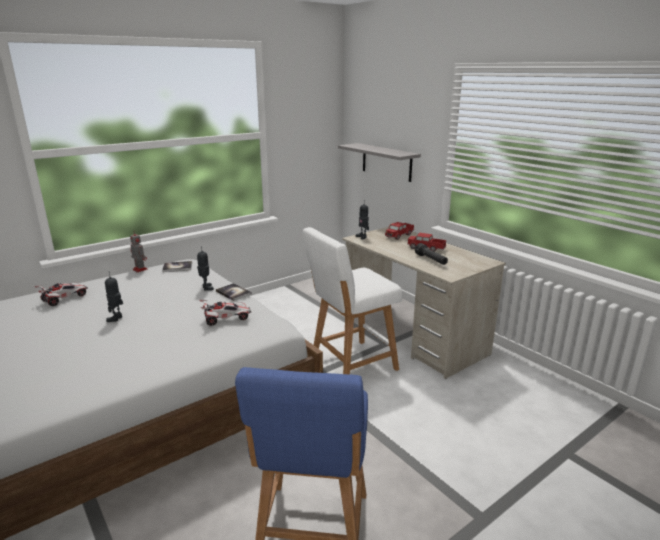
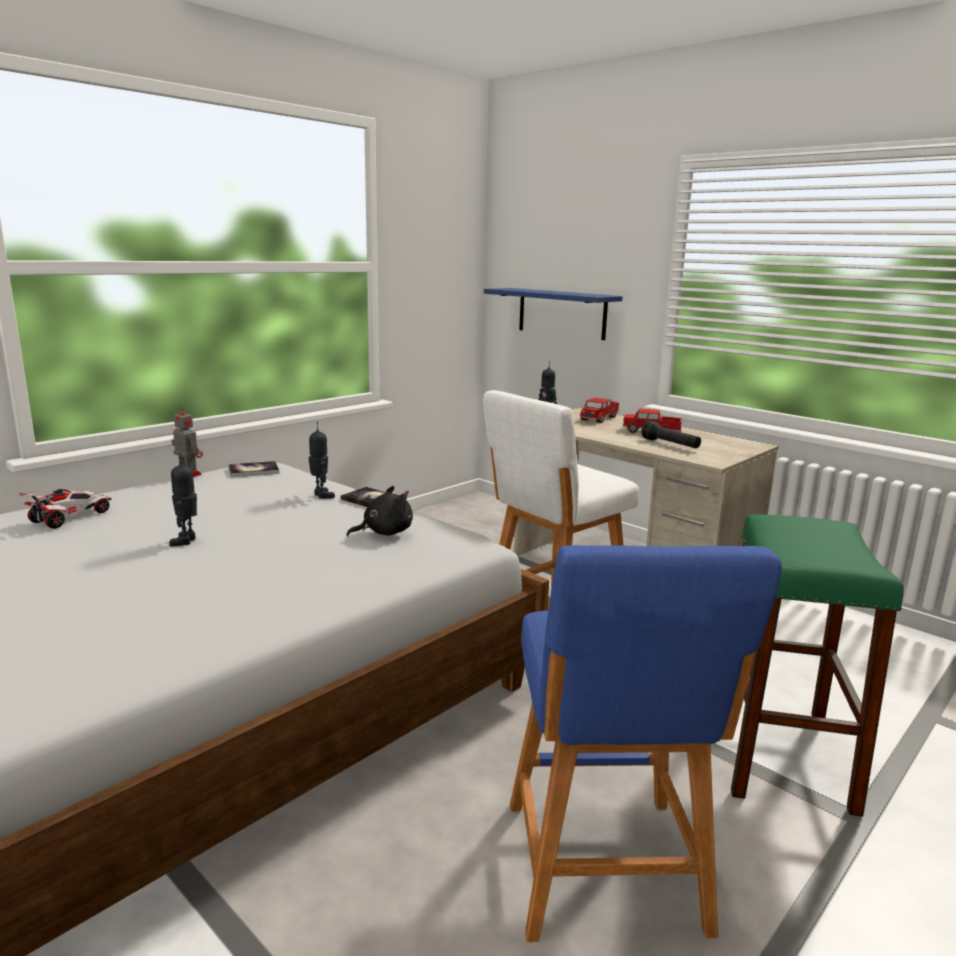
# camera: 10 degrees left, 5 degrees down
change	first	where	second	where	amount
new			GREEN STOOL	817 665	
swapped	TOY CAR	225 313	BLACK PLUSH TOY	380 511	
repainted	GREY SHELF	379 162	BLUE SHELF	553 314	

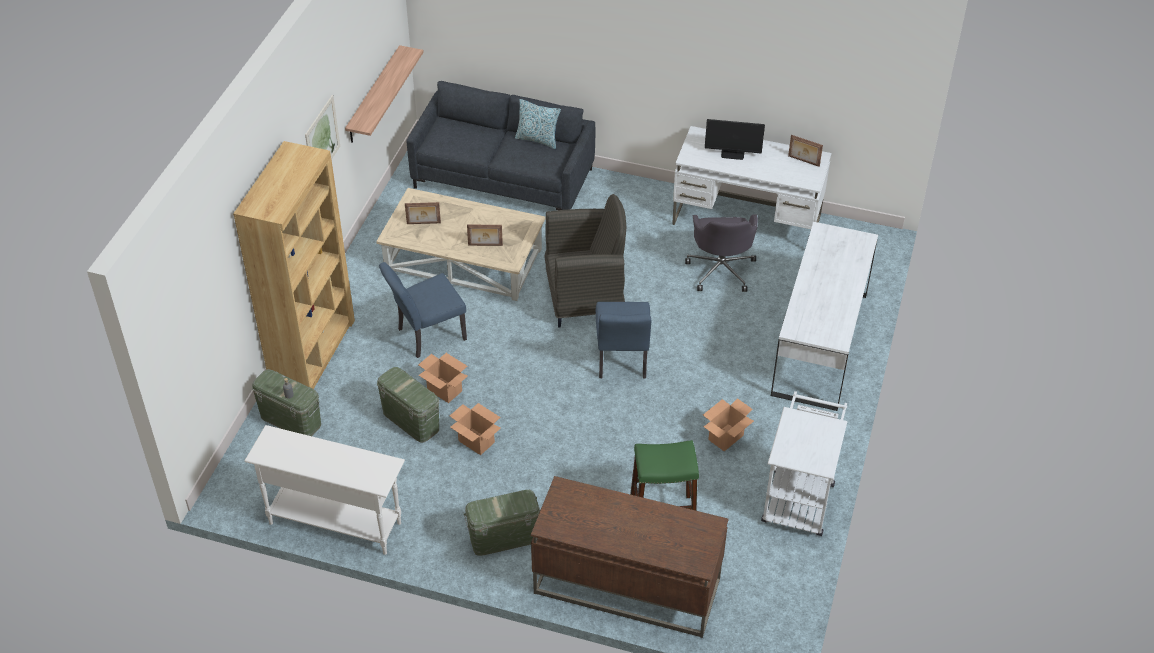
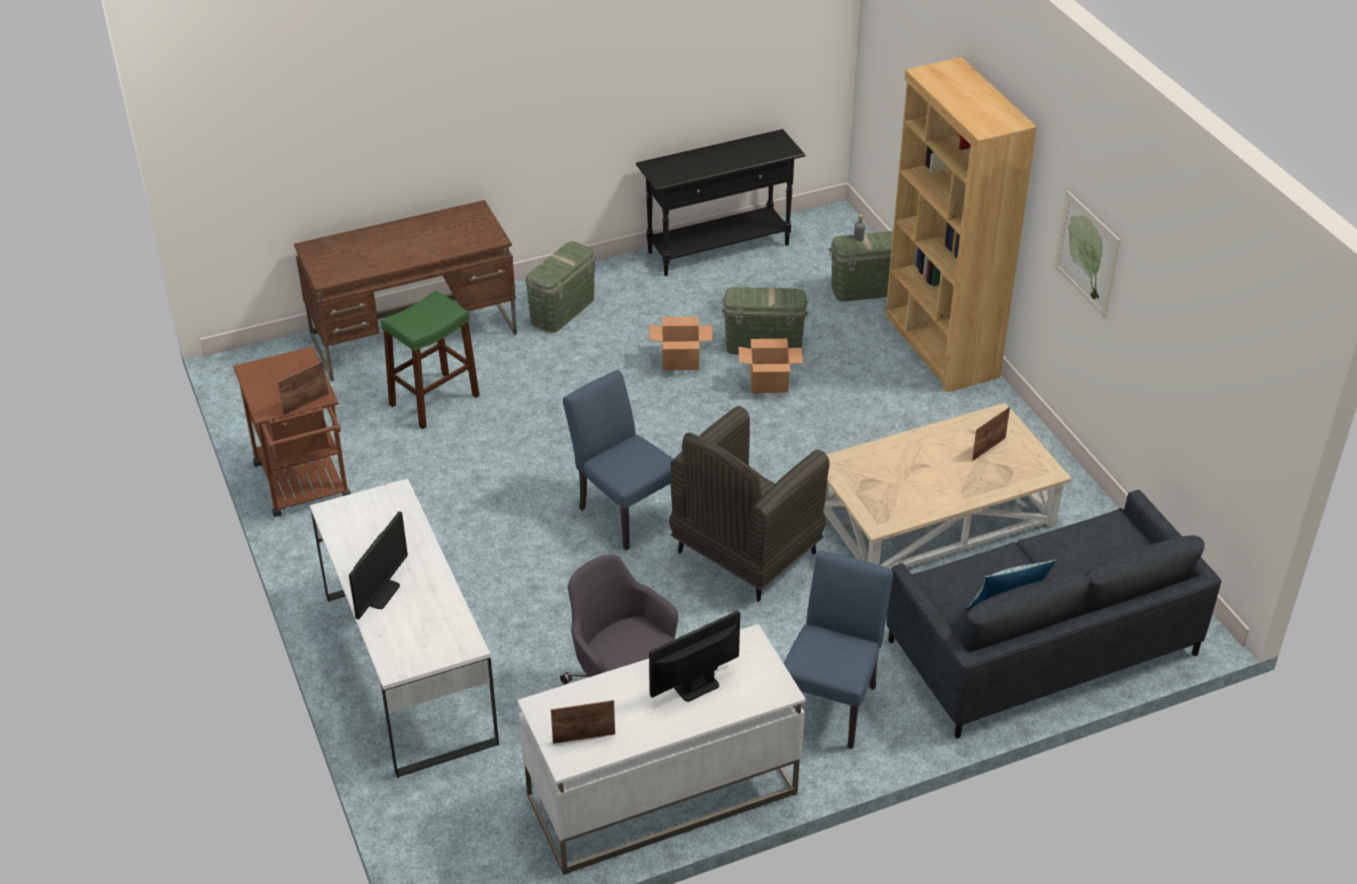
# camera: 140 degrees right, 5 degrees down
change	first	where	second	where	amount
gone	SHELF	384 94			
gone	CARDBOARD BOX	728 424			
new			MONITOR	378 565	
shifted	BLUE CHAIR	423 310		838 649	
shifted	PICTURE FRAME	485 235		303 388	
repainted	WHITE CONSOLE TABLE	324 490	BLACK CONSOLE TABLE	721 202	
repainted	WHITE CART	804 463	BROWN CART	292 431	

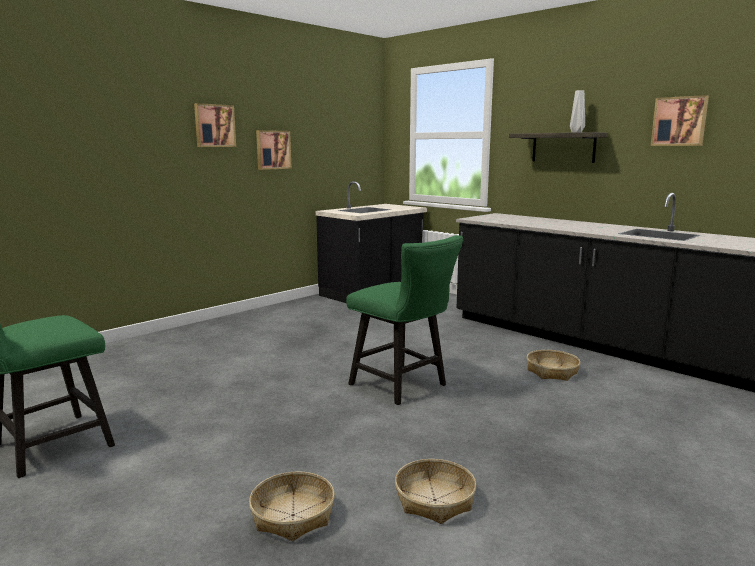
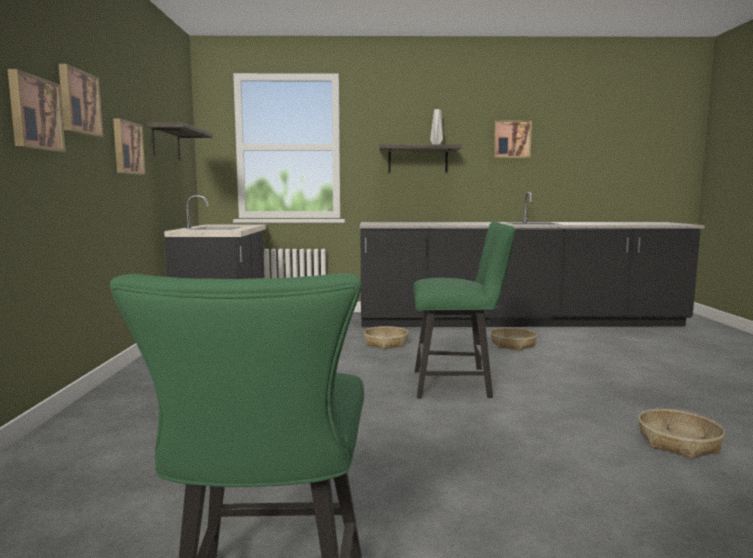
# camera: 45 degrees left, 5 degrees down
change	first	where	second	where	amount
new			PICTURE	37 110	
new			SHELF	180 141	
shifted	BASKET	292 506		386 337	

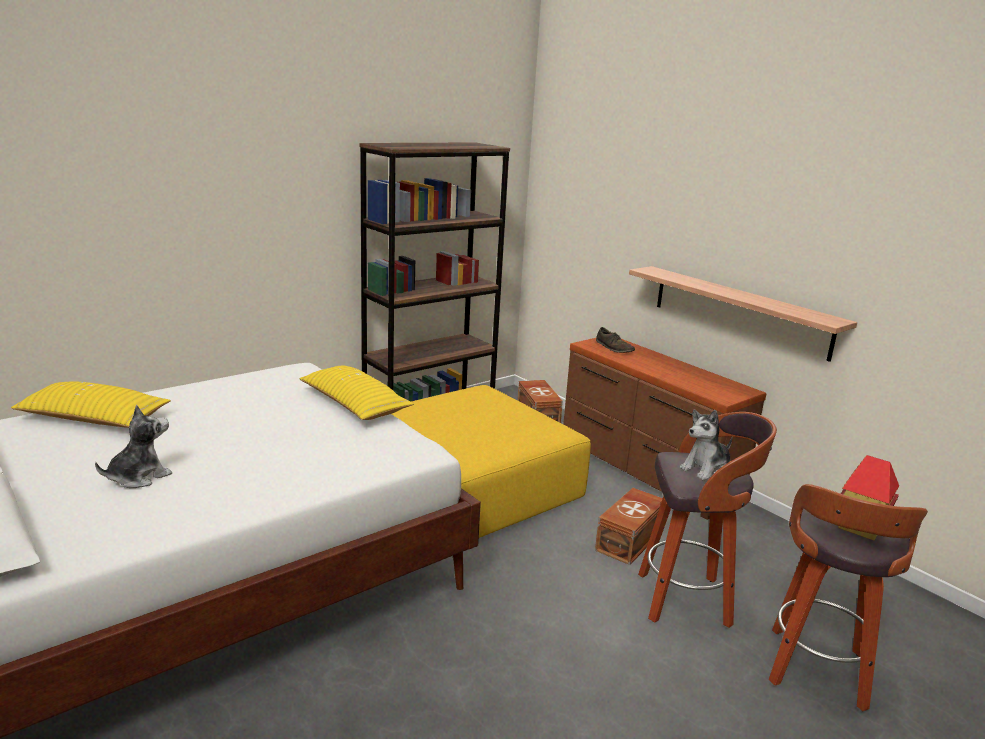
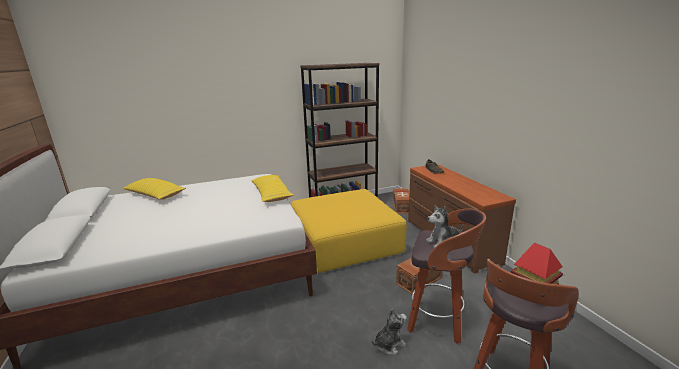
# camera: 20 degrees right, 0 degrees up
change	first	where	second	where	amount
gone	SHELF	743 314			
shifted	PLUSH TOY	133 446		389 332	

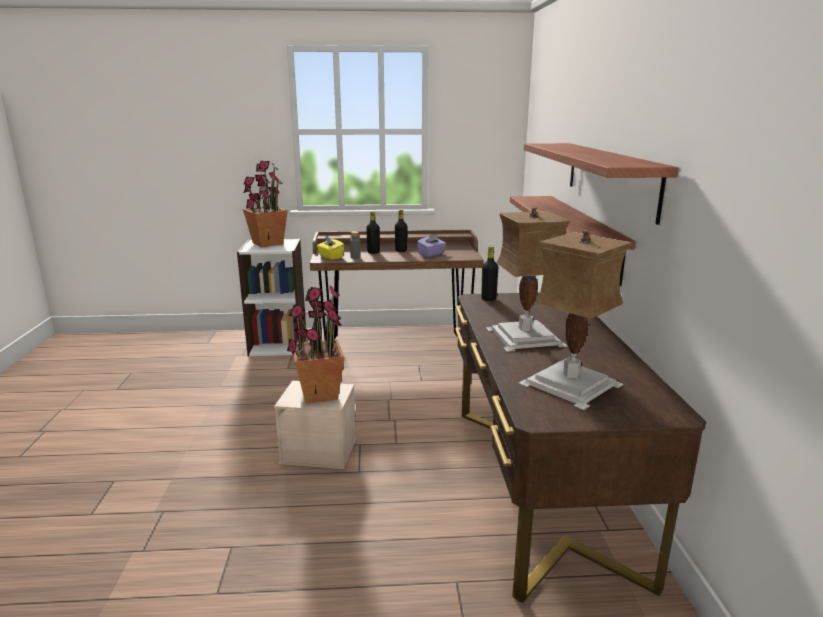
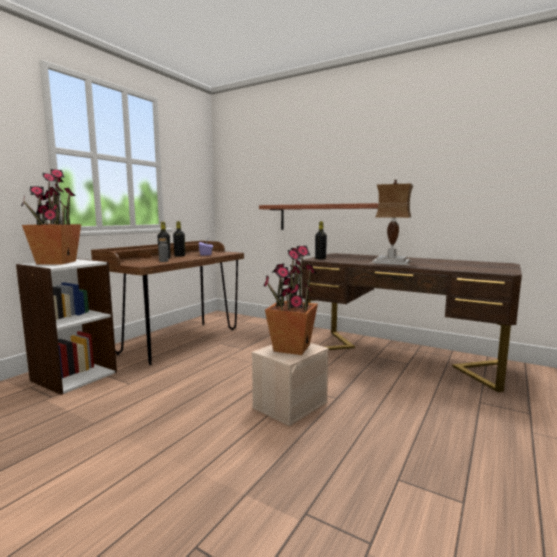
# camera: 55 degrees left, 10 degrees down
change	first	where	second	where	amount
gone	YELLOW TISSUE BOX	330 248			
gone	TABLE LAMP	574 320			
gone	SHELF	601 184			

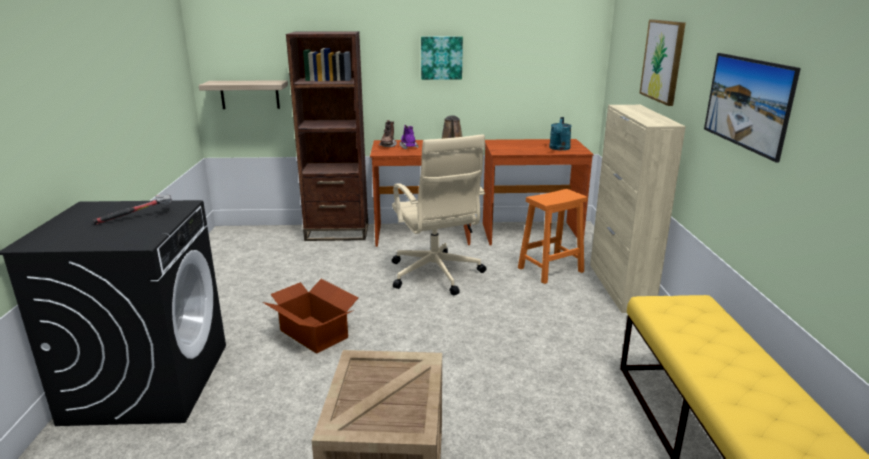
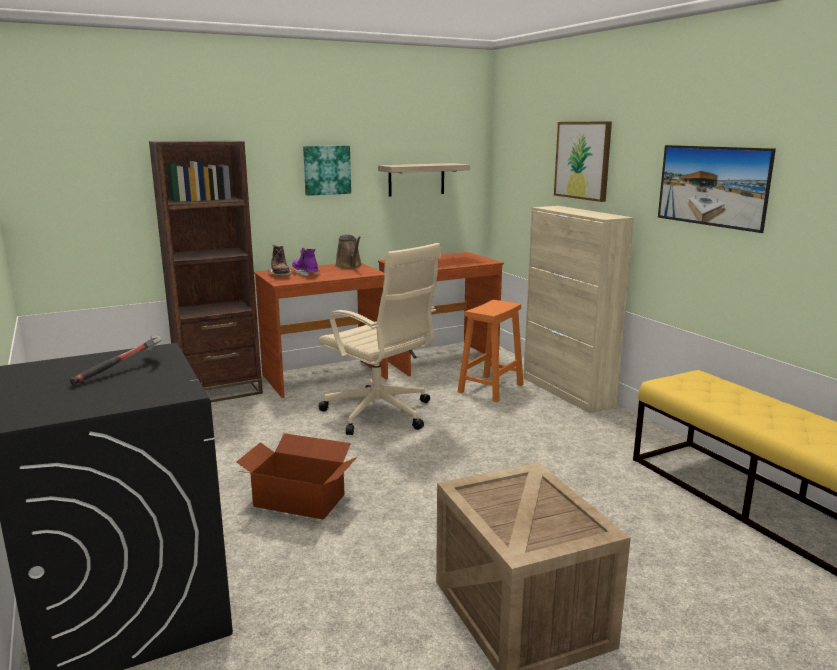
# camera: 25 degrees left, 5 degrees down
change	first	where	second	where	amount
gone	TURQUOISE WATERING CAN	560 133			
shifted	SHELF	243 94		424 180	

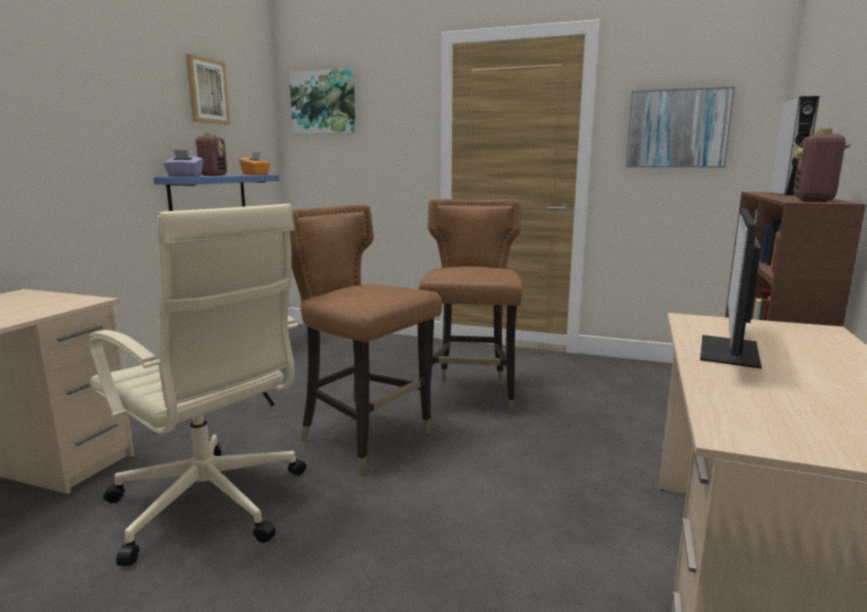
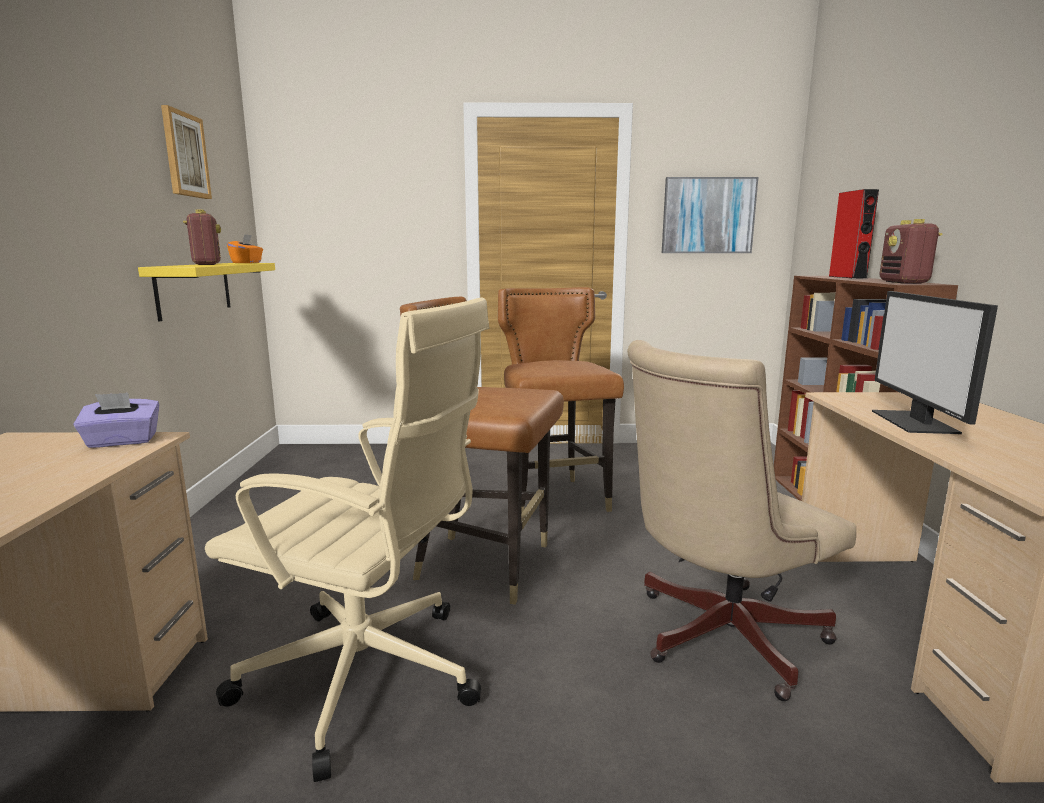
# camera: 20 degrees left, 0 degrees up
change	first	where	second	where	amount
gone	PICTURE	322 101			
new			BEIGE OFFICE CHAIR	741 520	
shifted	PURPLE TISSUE BOX	183 163		116 420	
repainted	BLUE SHELF	216 193	YELLOW SHELF	206 292	
repainted	GREY SPEAKER	795 145	RED SPEAKER	853 233	

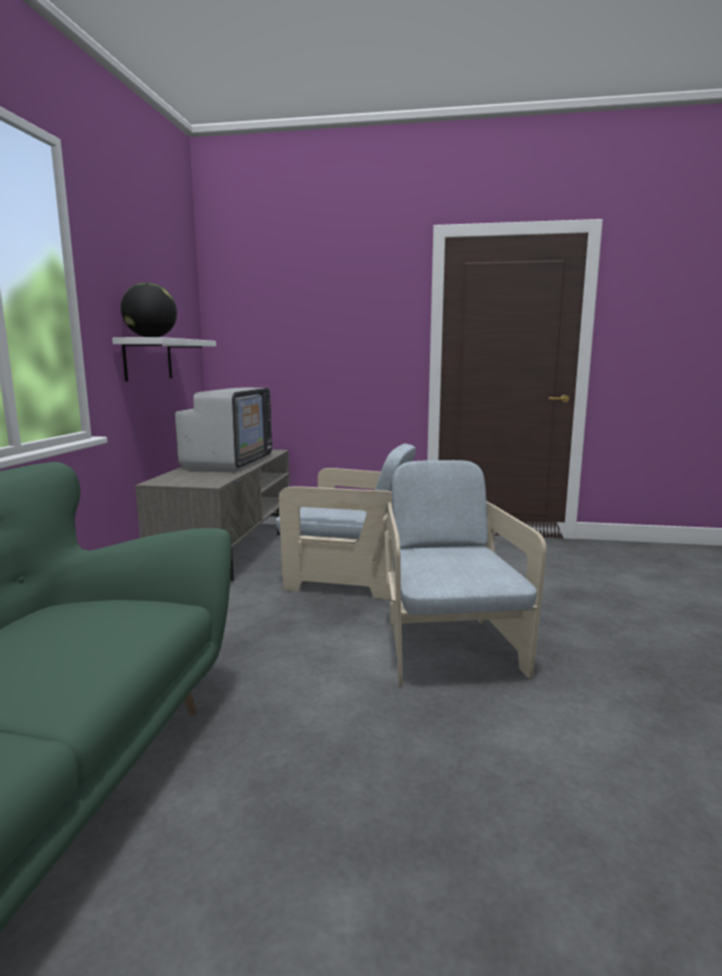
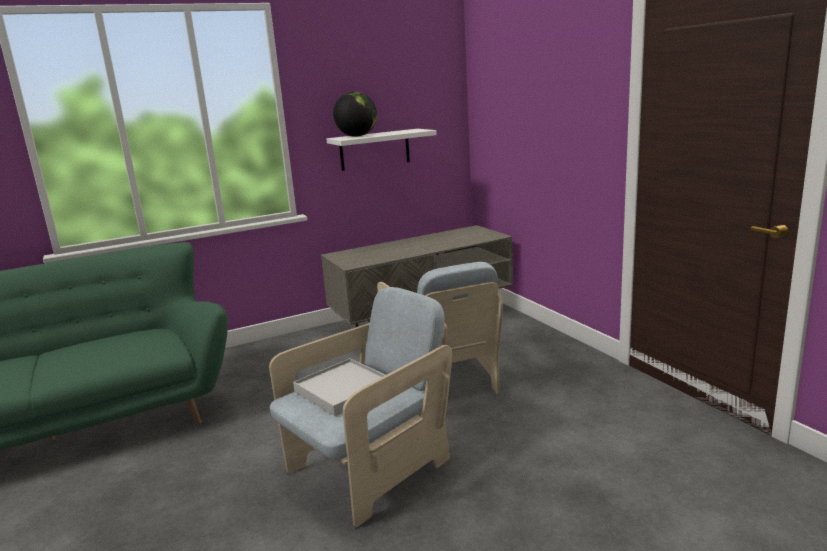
# camera: 55 degrees right, 5 degrees up
change	first	where	second	where	amount
gone	TELEVISION	224 429			
new			WHITE TRAY	339 387	

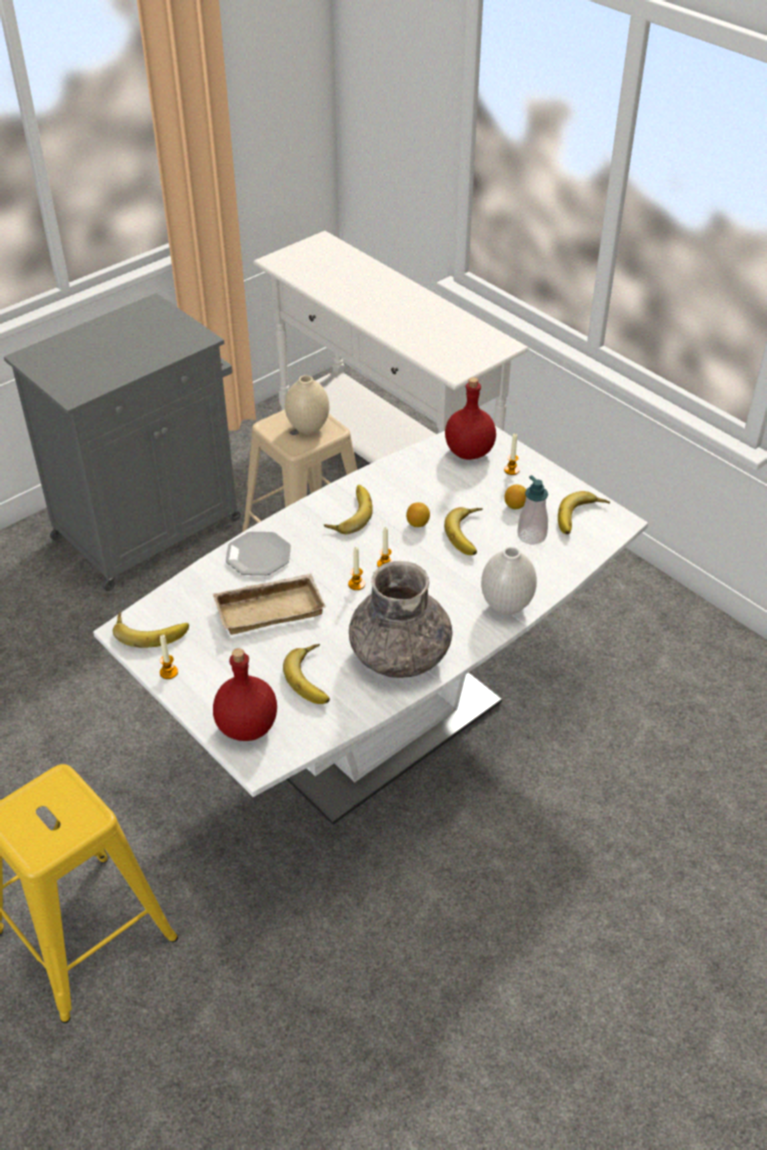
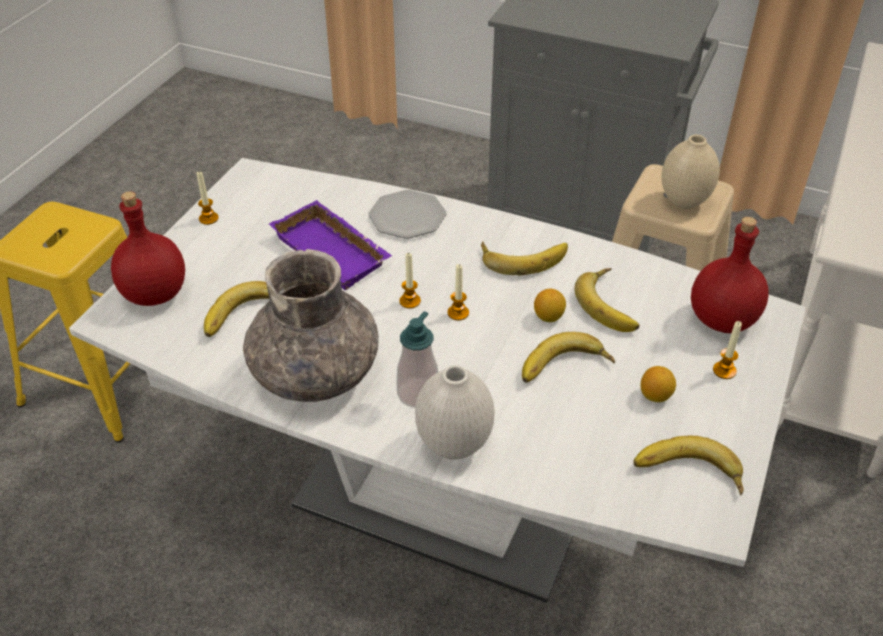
# camera: 65 degrees right, 0 degrees up
change	first	where	second	where	amount
shifted	BANANA	151 630		607 300	
shifted	SOAP DISPENSER	532 509		417 359	
repainted	BEIGE TRAY	269 604	PURPLE TRAY	330 245	

